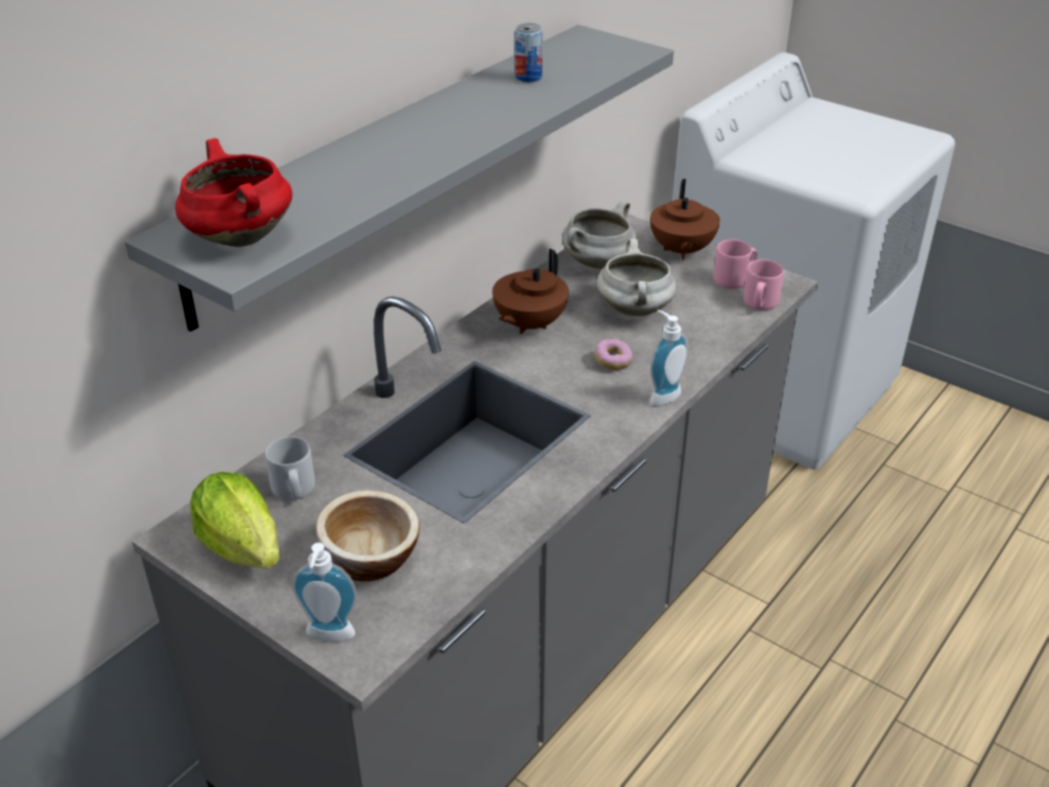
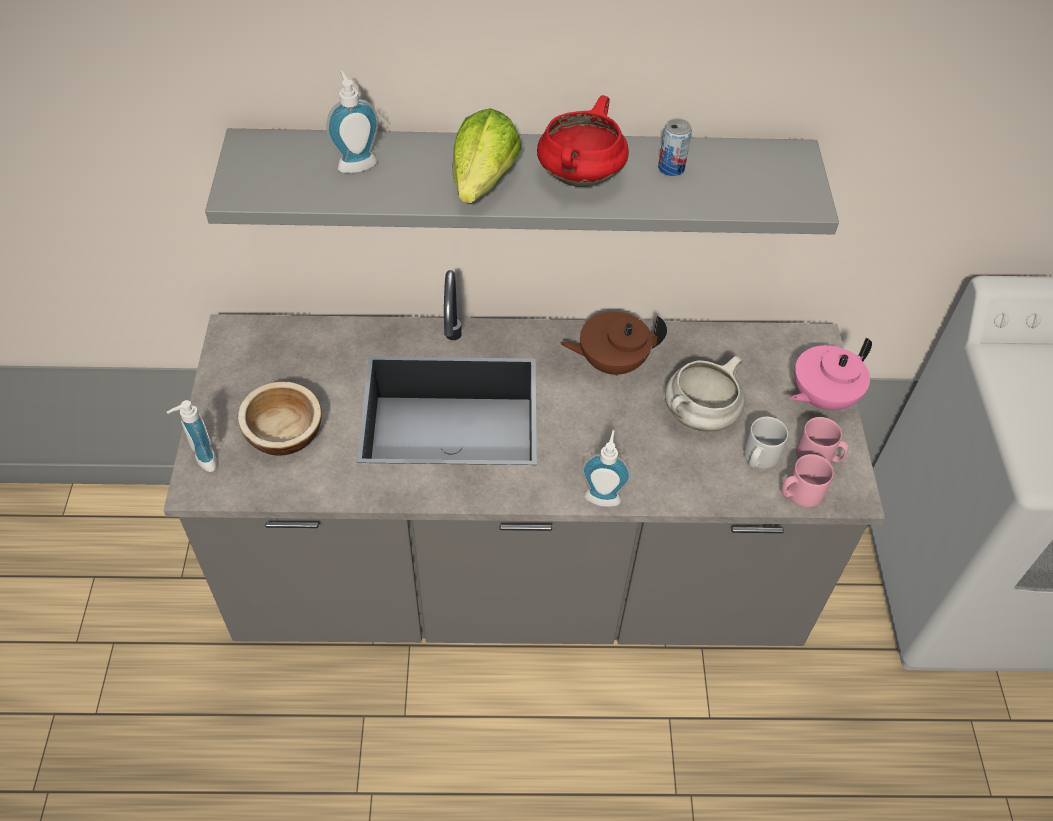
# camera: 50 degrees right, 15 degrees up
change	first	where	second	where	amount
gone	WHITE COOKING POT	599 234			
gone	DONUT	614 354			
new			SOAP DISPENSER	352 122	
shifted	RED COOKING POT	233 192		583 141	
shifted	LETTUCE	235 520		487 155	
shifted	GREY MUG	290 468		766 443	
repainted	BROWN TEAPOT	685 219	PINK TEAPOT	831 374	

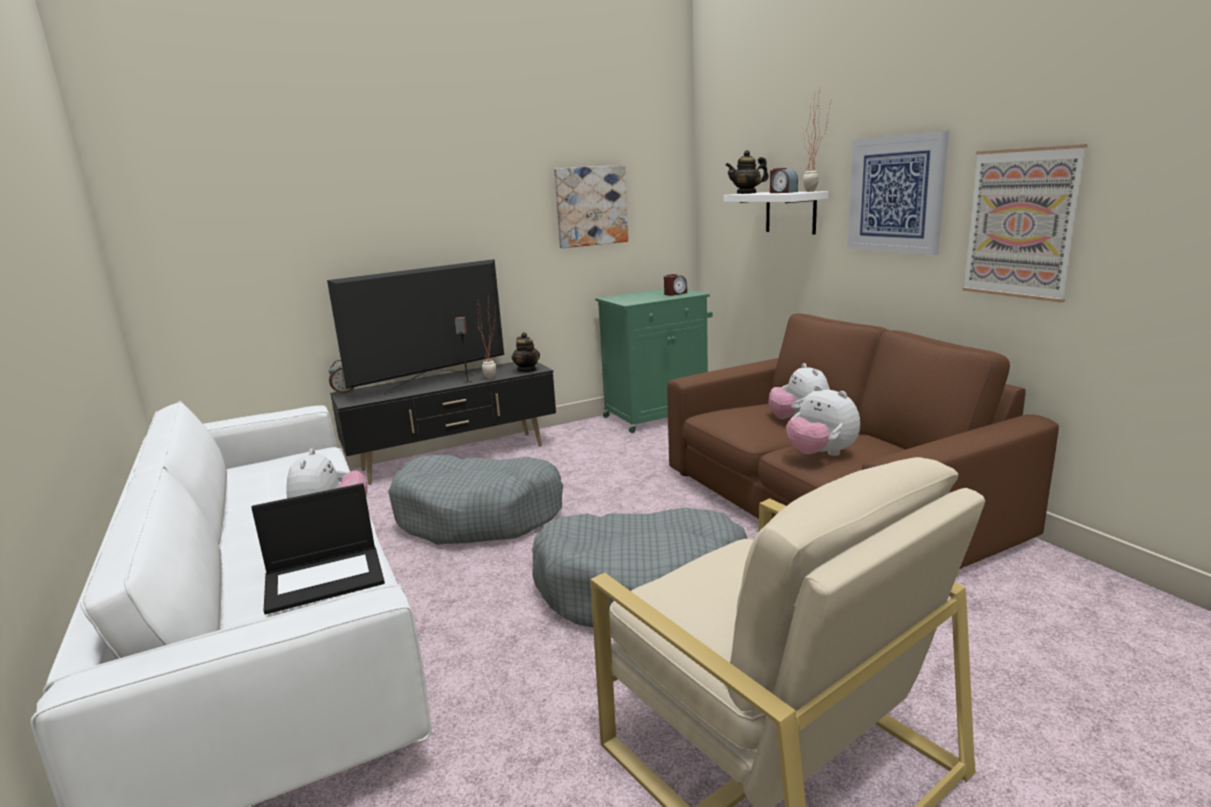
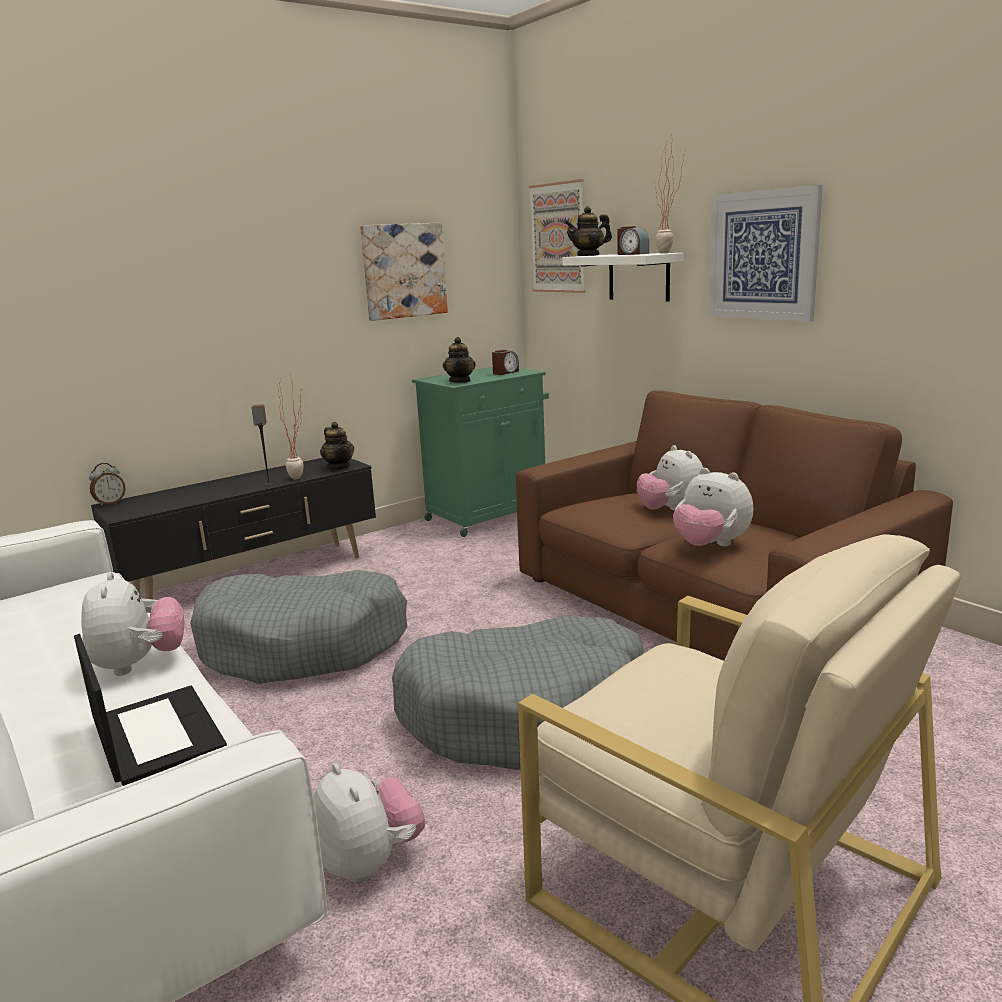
# camera: 10 degrees left, 0 degrees up
change	first	where	second	where	amount
gone	TELEVISION	415 326			
new			PLUSH TOY	369 822	
new			TEAPOT	459 360	
shifted	PICTURE	1024 223		557 236	
rotated	LAPTOP	318 549		150 710	90 degrees counterclockwise

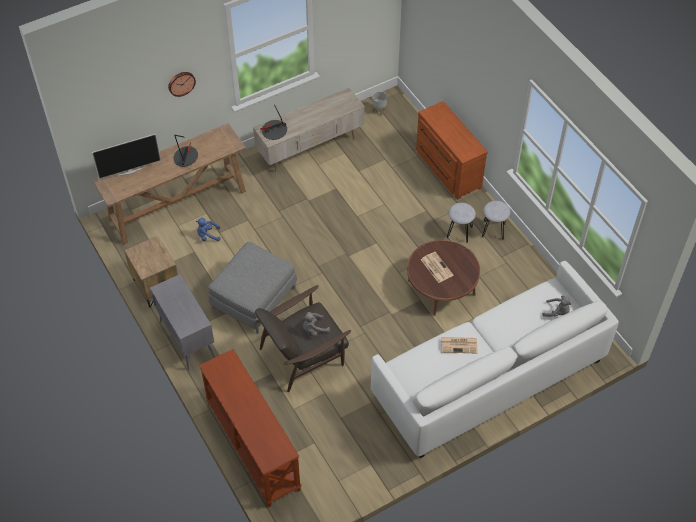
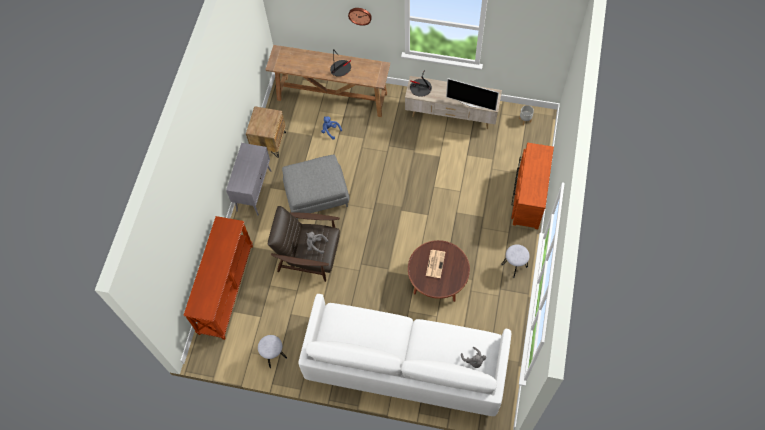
# camera: 45 degrees right, 10 degrees up
change	first	where	second	where	amount
gone	NEWSPAPER	459 345			
shifted	TELEVISION	126 156		472 94	
shifted	GREY STOOL	461 223		272 351	

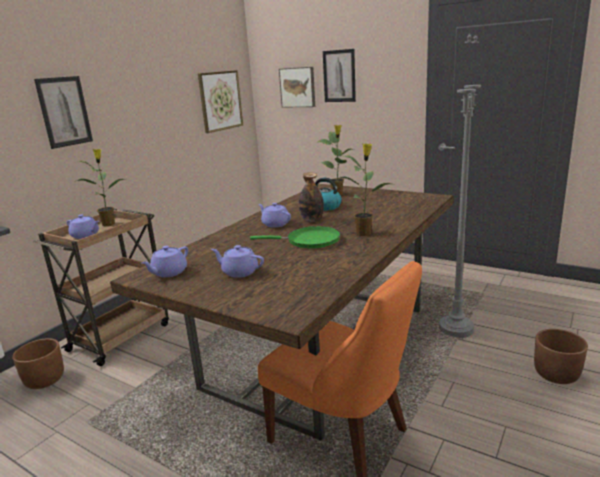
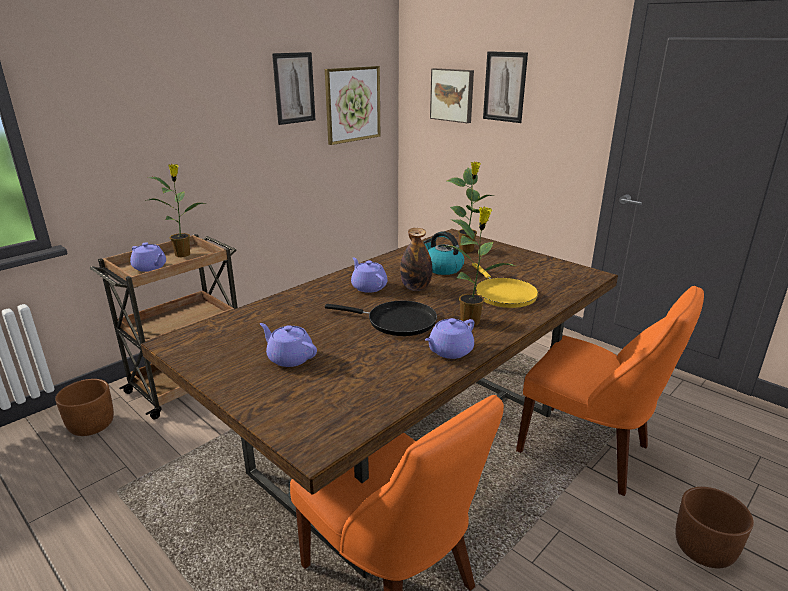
# camera: 10 degrees right, 5 degrees up
change	first	where	second	where	amount
new			YELLOW FRYING PAN	505 285	
shifted	PICTURE	63 112		293 88	
shifted	PURPLE TEAPOT	164 261		449 338	
swapped	GREY FLOOR LAMP	460 185	ORANGE CHAIR	610 391	
repainted	GREEN FRYING PAN	295 237	BLACK FRYING PAN	381 318	

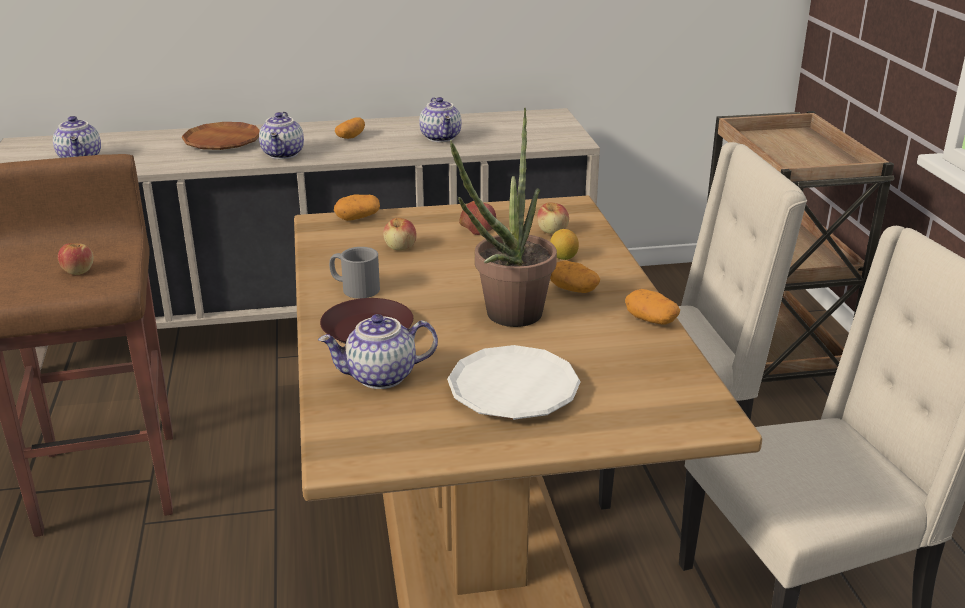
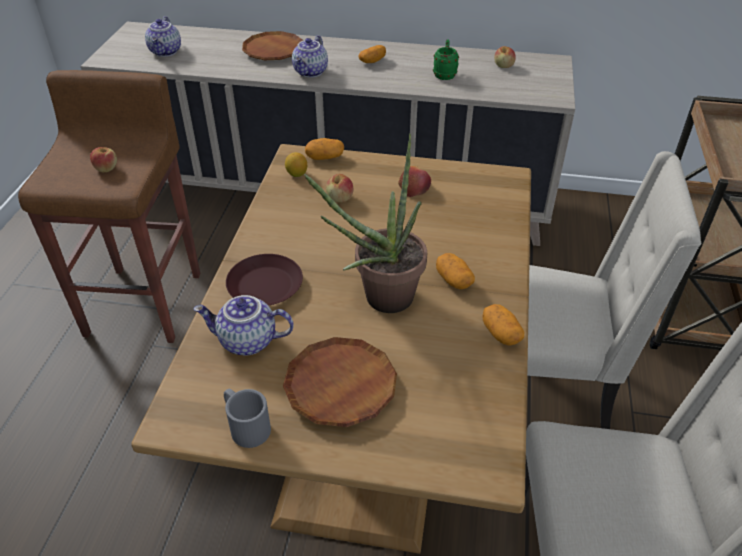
# camera: 20 degrees right, 15 degrees up
change	first	where	second	where	amount
shifted	GREY MUG	354 273		247 418	
shifted	APPLE	553 218		505 57	
shifted	LEMON	564 244		296 164	
swapped	TEAPOT	440 119	GREEN MUG	446 59	
repainted	WHITE PLATE	514 382	BROWN PLATE	340 382	

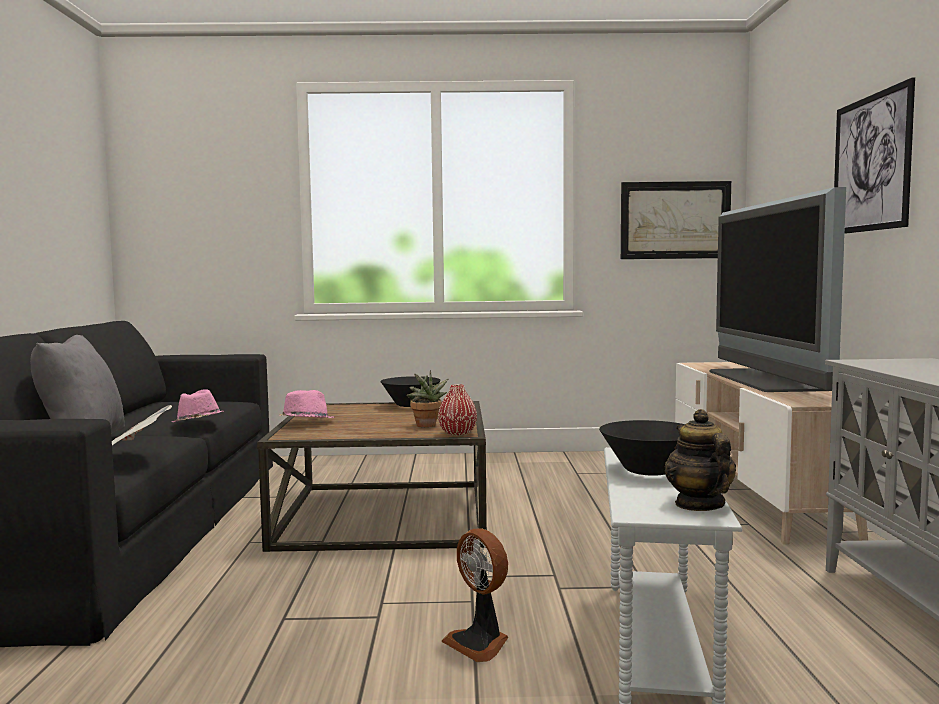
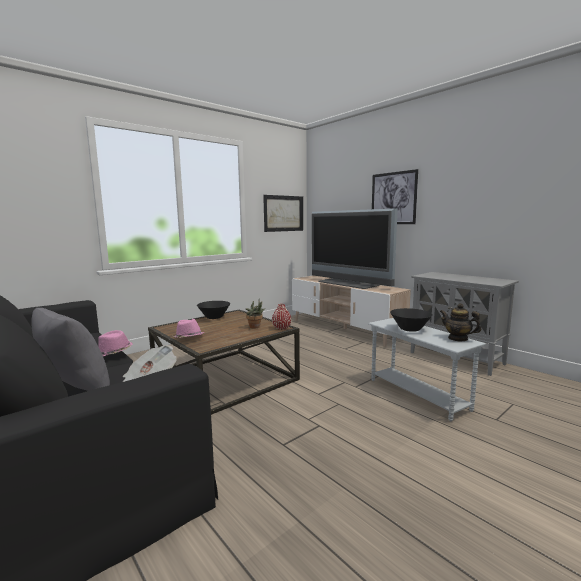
# camera: 40 degrees left, 5 degrees up
change	first	where	second	where	amount
gone	FAN	474 595			

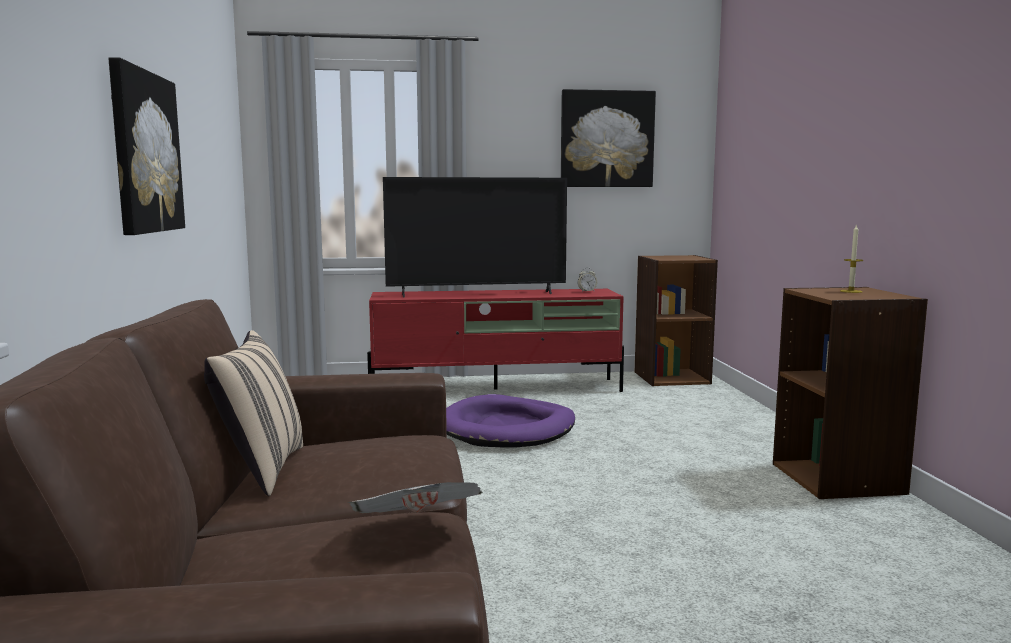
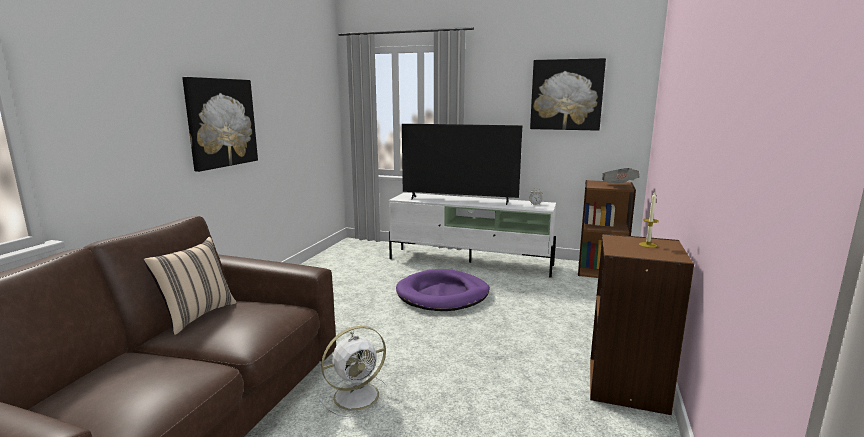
# camera: 25 degrees right, 5 degrees up
change	first	where	second	where	amount
new			WHITE FAN	354 371	
shifted	NEWSPAPER	415 497		621 176	
repainted	RED TV STAND	495 340	WHITE TV STAND	472 235	

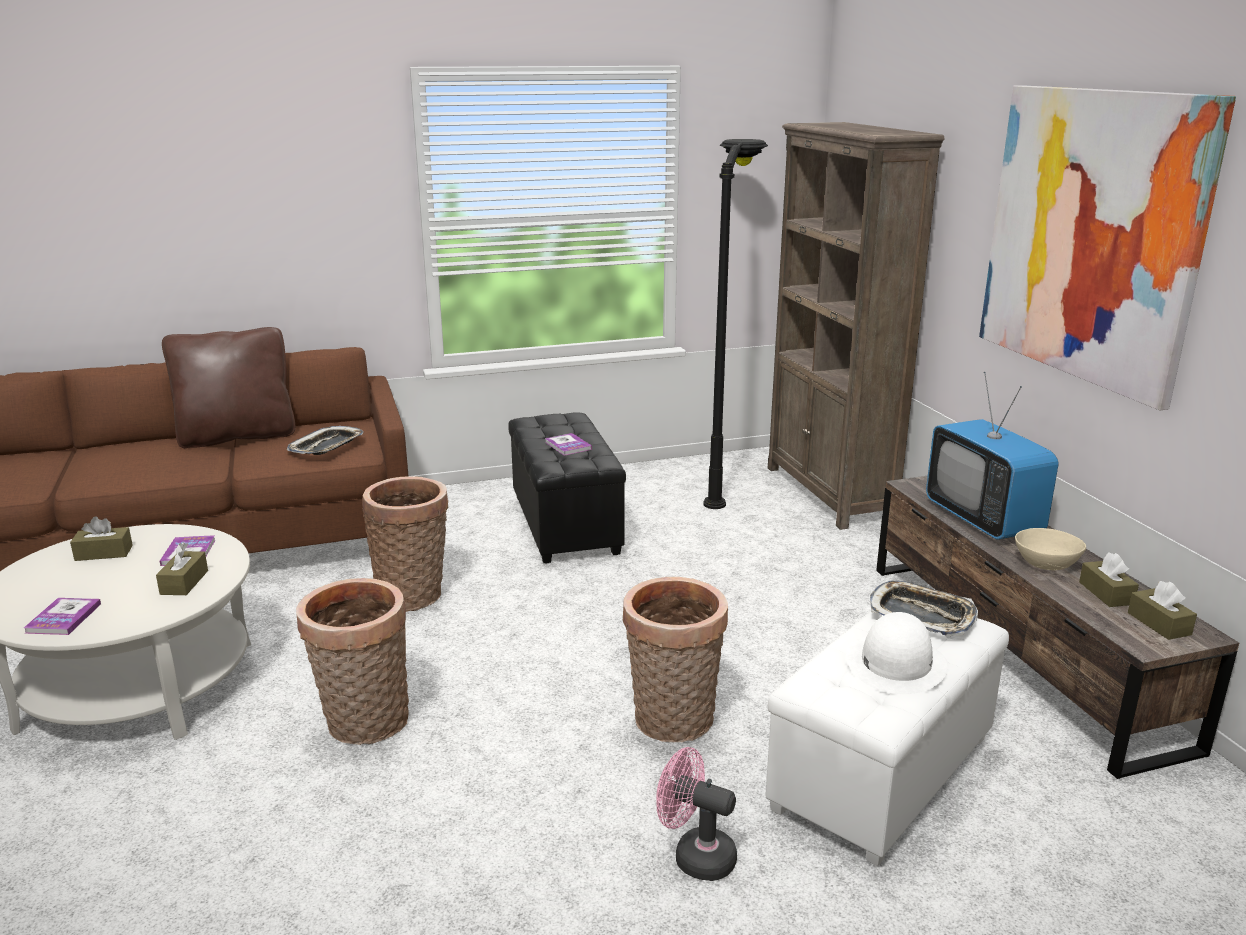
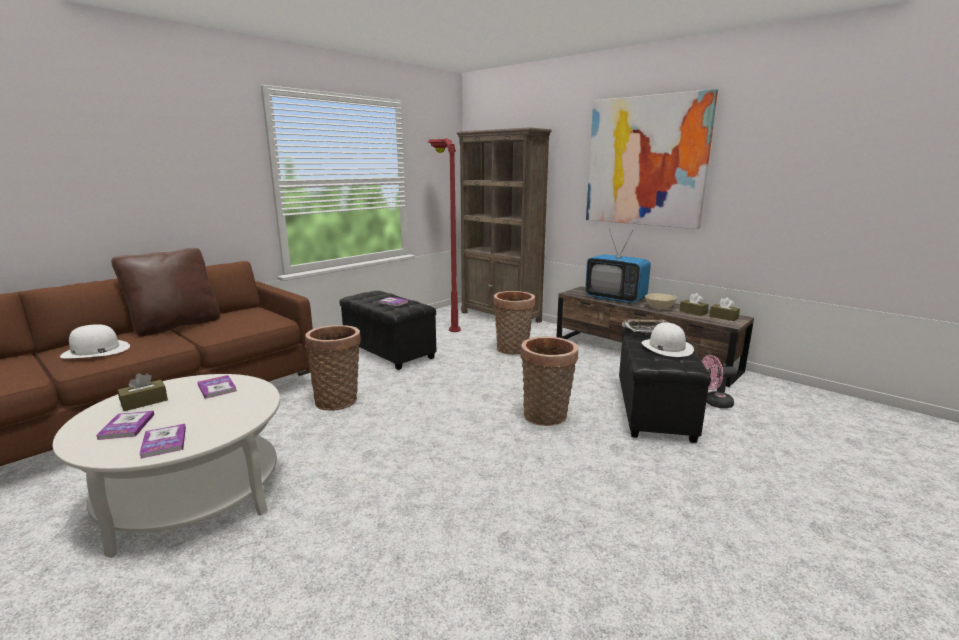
# camera: 30 degrees left, 5 degrees down
change	first	where	second	where	amount
gone	BROWN TISSUE BOX	182 568			
gone	TRAY	325 440			
new			WHITE HAT	95 341	
new			BOOK	125 425	
shifted	BASKET	352 661		514 323	
shifted	PINK FAN	696 814		719 381	
repainted	BLACK FLOOR LAMP	735 324	RED FLOOR LAMP	444 235	
repainted	WHITE OTTOMAN	887 738	BLACK OTTOMAN	665 385	

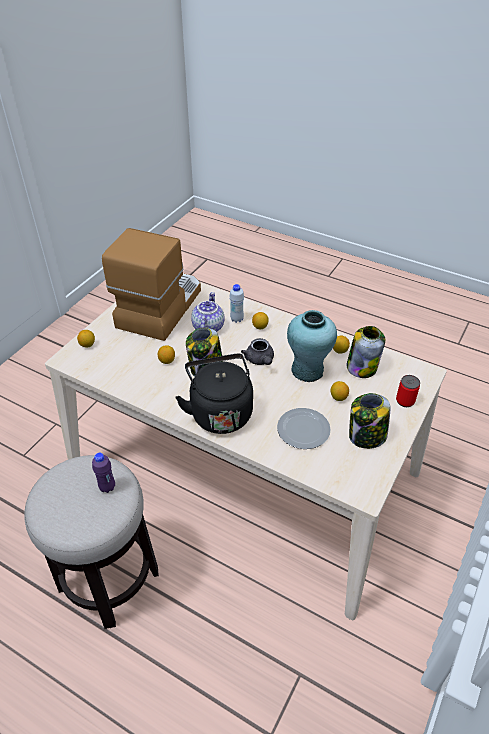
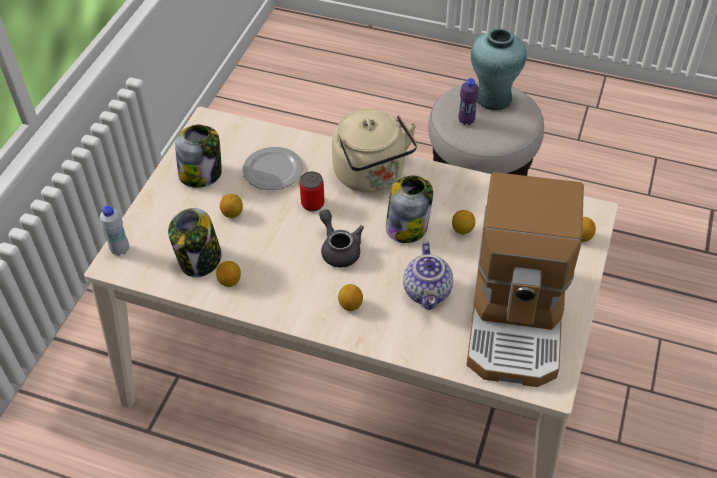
# camera: 170 degrees right, 5 degrees up
change	first	where	second	where	amount
shifted	WHITE BOTTLE	236 303		114 230	
shifted	TURQUOISE VASE	312 346		499 69	
shifted	CAN	408 391		312 191	
repainted	BLACK KETTLE	214 394	BEIGE KETTLE	374 151	

